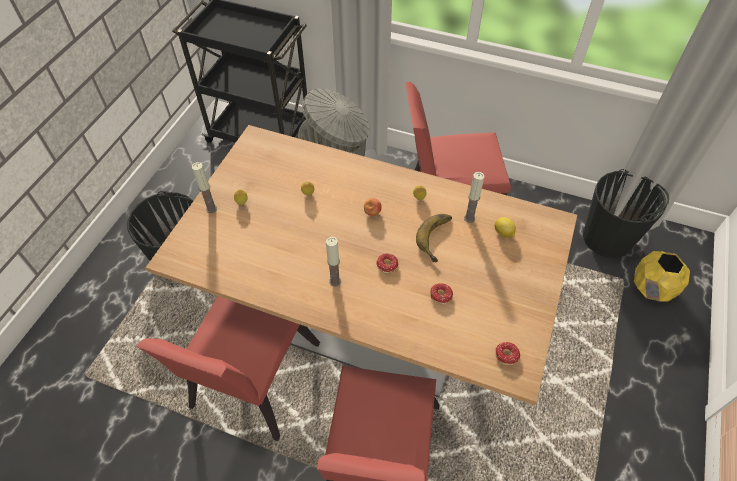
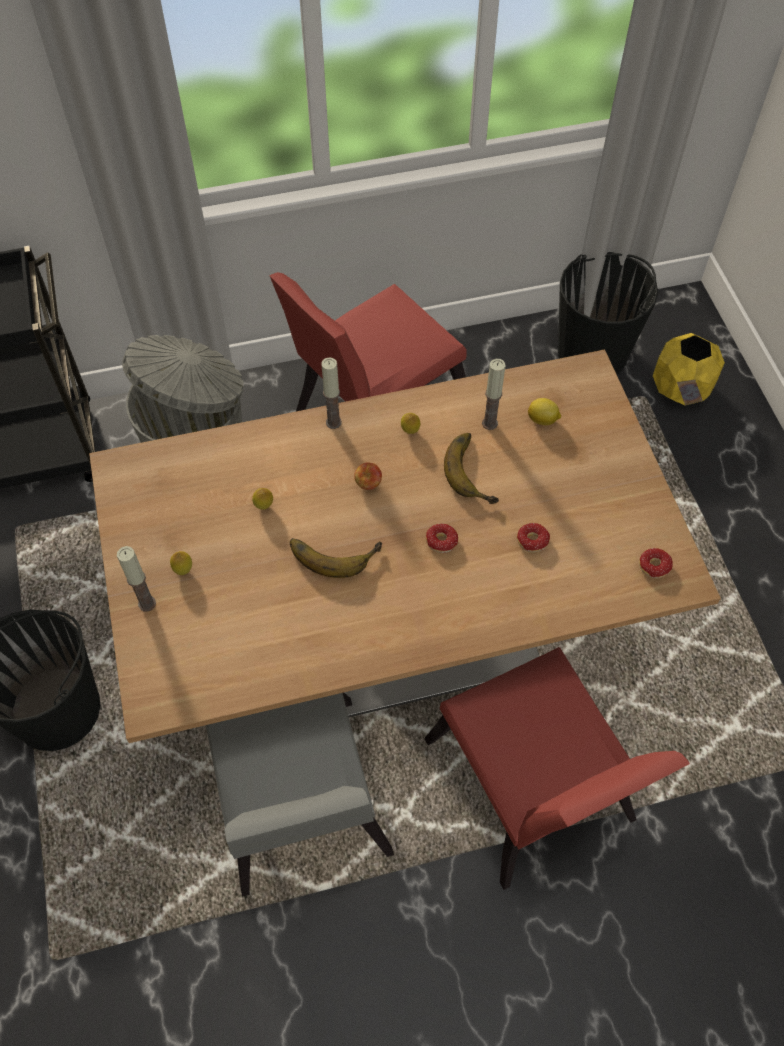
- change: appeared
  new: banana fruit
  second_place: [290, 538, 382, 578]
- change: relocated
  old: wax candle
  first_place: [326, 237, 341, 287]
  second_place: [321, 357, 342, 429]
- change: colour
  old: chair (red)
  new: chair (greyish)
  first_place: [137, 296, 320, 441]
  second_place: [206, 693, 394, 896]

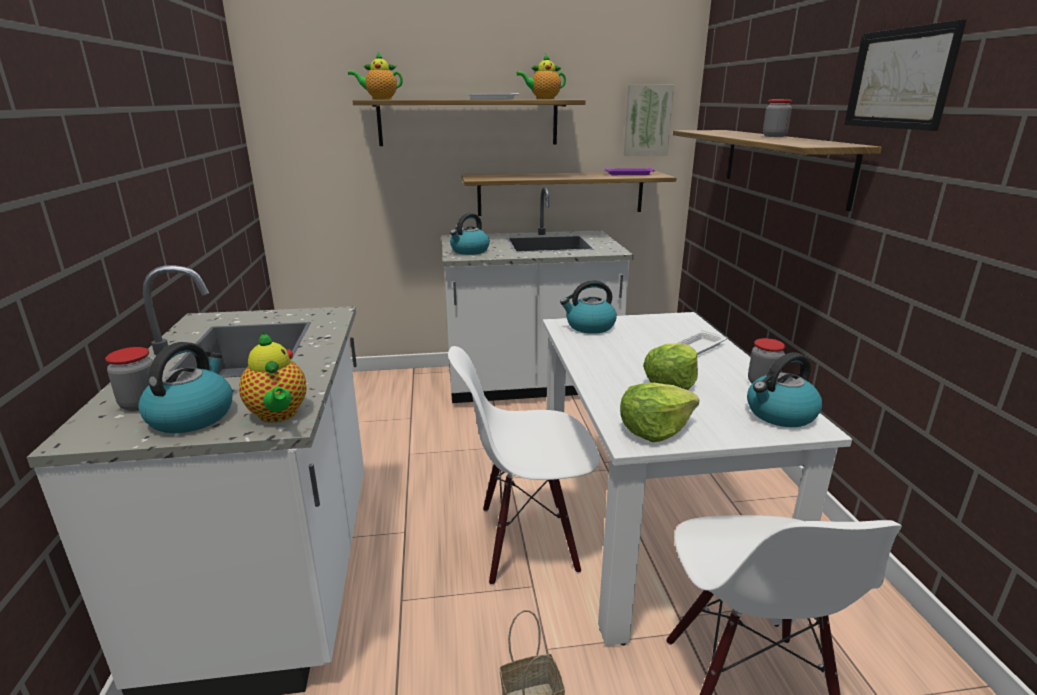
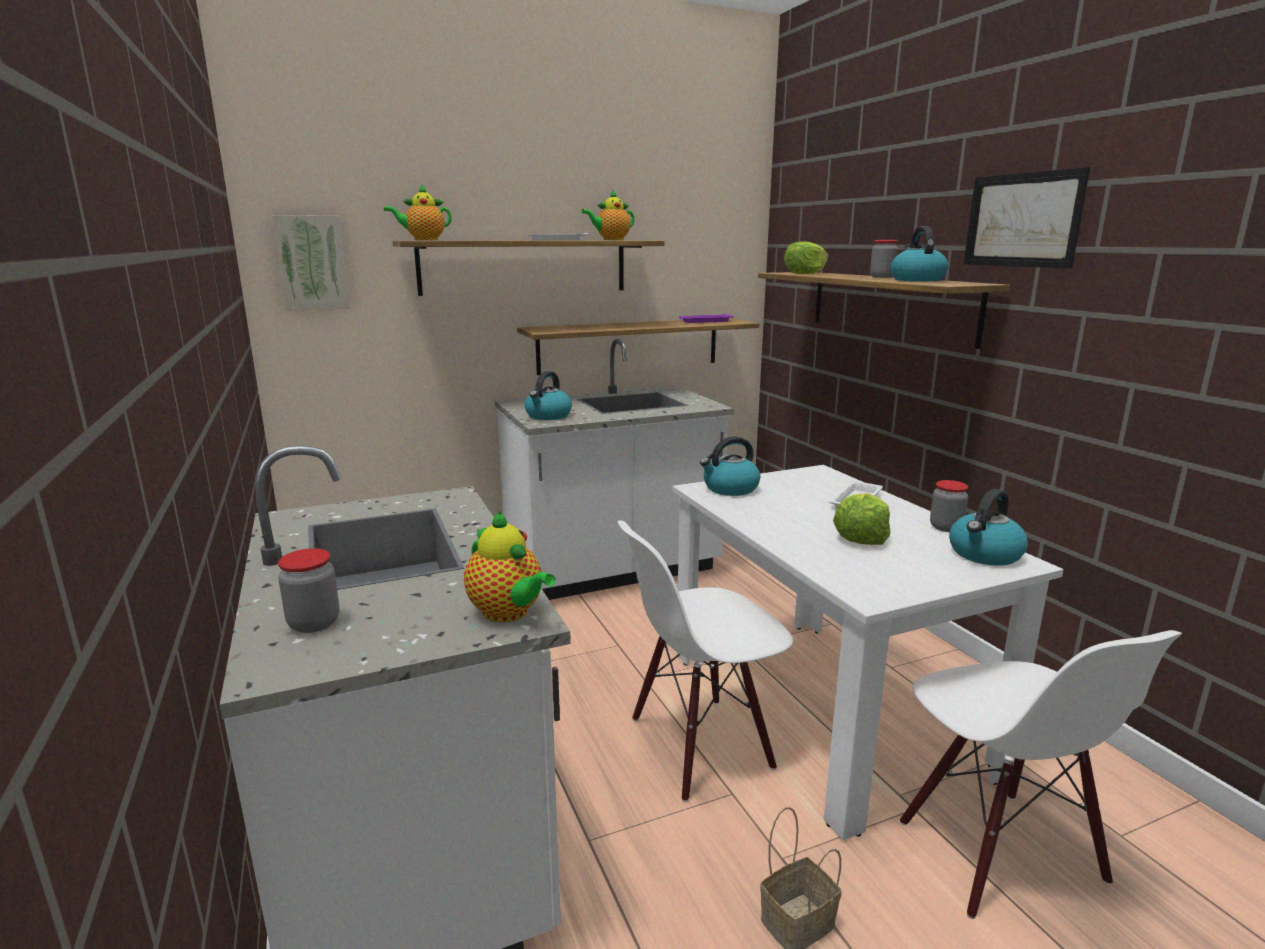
- change: relocated
  old: kettle
  first_place: [138, 342, 233, 433]
  second_place: [891, 226, 948, 281]
- change: relocated
  old: lettuce
  first_place: [620, 383, 699, 442]
  second_place: [784, 241, 828, 274]
- change: relocated
  old: picture
  first_place: [624, 85, 674, 156]
  second_place: [272, 215, 350, 311]

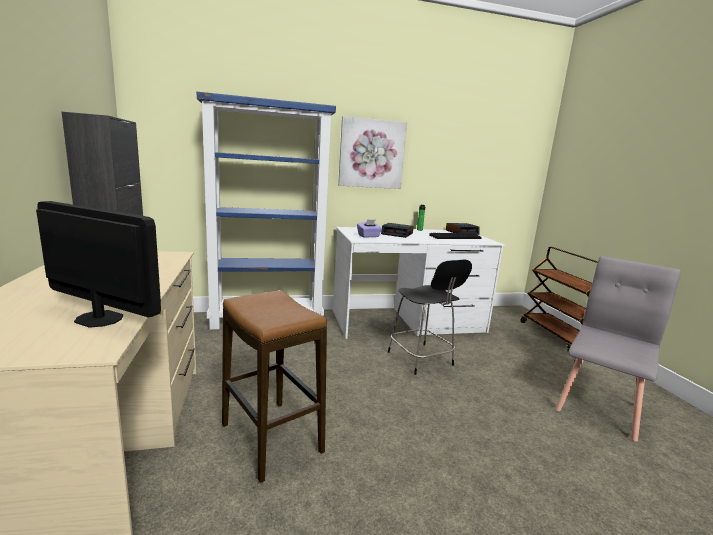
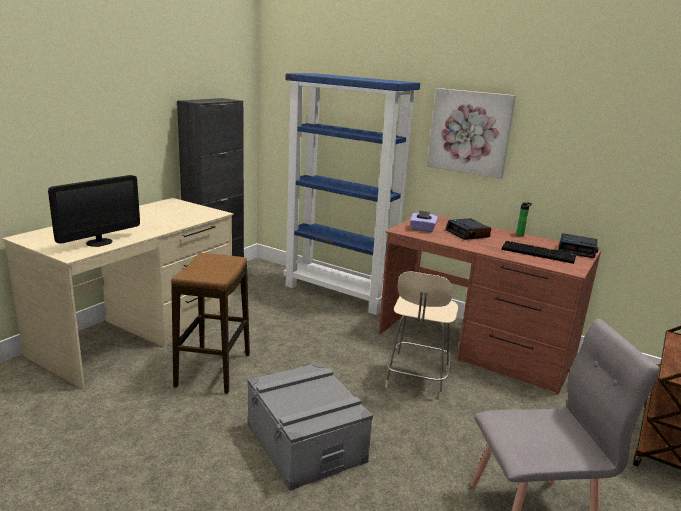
- change: appeared
  new: storage bin (greyish)
  second_place: [248, 362, 373, 491]
- change: colour
  old: desk unit (whitish)
  new: desk unit (brownish)
  first_place: [333, 227, 505, 339]
  second_place: [379, 215, 601, 394]
- change: colour
  old: chair (black)
  new: chair (sand-coloured)
  first_place: [388, 260, 472, 375]
  second_place: [385, 272, 458, 399]
- change: spun
  old: computer display
  first_place: [36, 201, 161, 328]
  second_place: [48, 175, 140, 247]
  degrees: 60

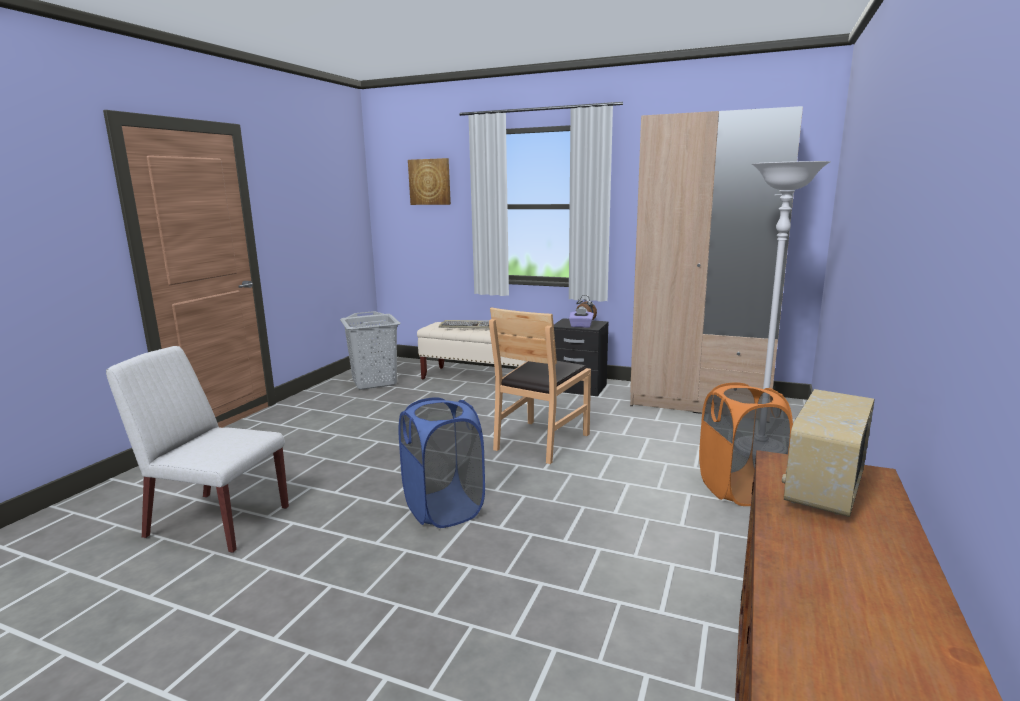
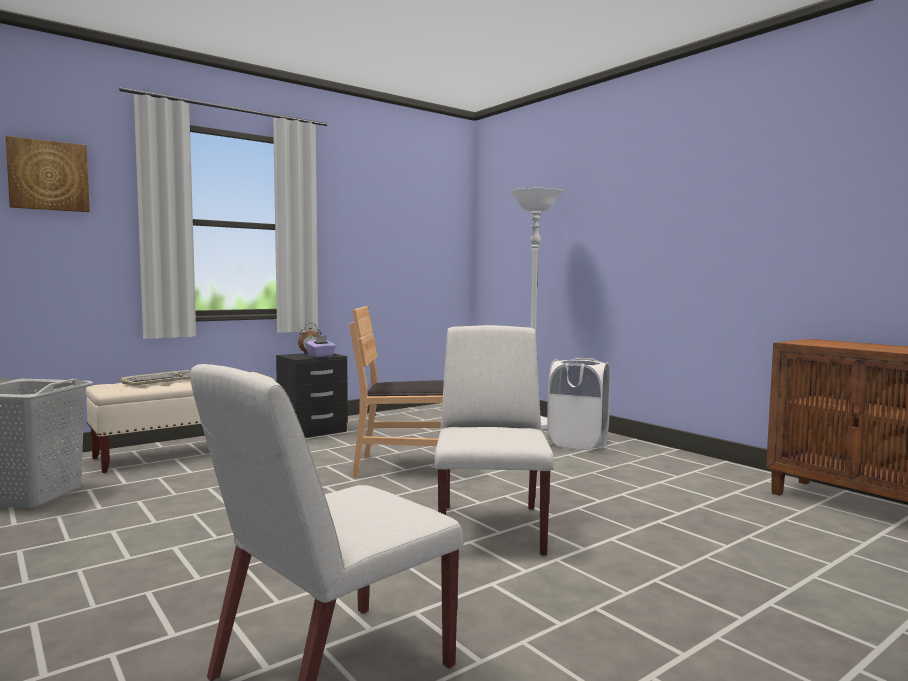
- change: missing
  old: armoire (sand-coloured)
  first_place: [630, 106, 803, 414]
- change: missing
  old: radio
  first_place: [782, 389, 874, 517]
- change: exchanged
  old: washing basket (blue)
  new: chair (whitish)
  first_place: [398, 397, 485, 528]
  second_place: [435, 325, 554, 556]
- change: colour
  old: washing basket (orangey)
  new: washing basket (whitish)
  first_place: [699, 382, 793, 506]
  second_place: [547, 358, 610, 450]
- change: spun
  old: chair (brownish)
  first_place: [489, 307, 591, 464]
  second_place: [350, 306, 444, 478]
  degrees: 120

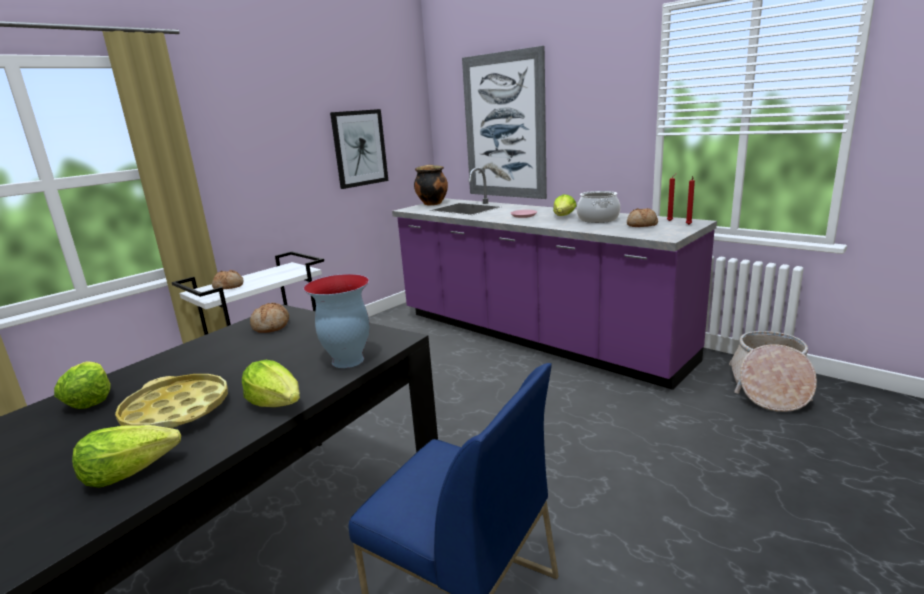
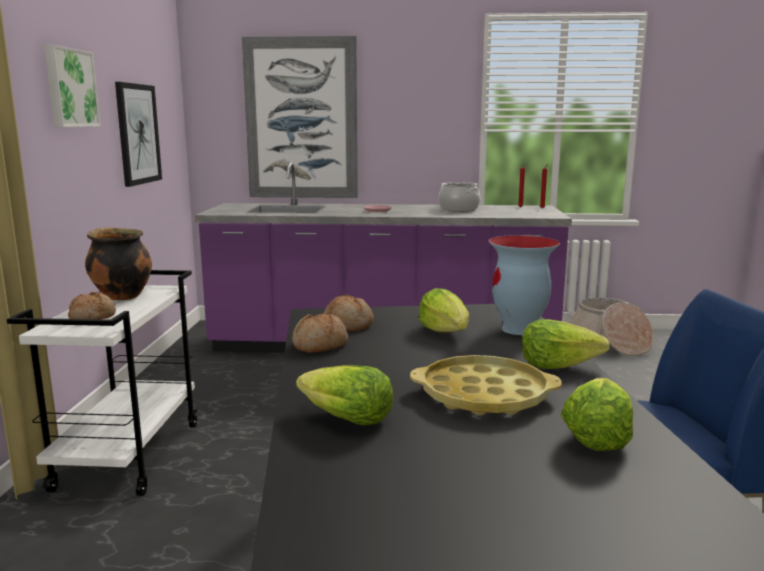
- change: appeared
  new: picture
  second_place: [44, 45, 101, 127]
- change: relocated
  old: stockpot
  first_place: [414, 165, 448, 206]
  second_place: [85, 227, 152, 301]
- change: relocated
  old: lettuce
  first_place: [553, 194, 577, 216]
  second_place: [419, 288, 469, 332]
- change: relocated
  old: bread
  first_place: [627, 208, 658, 227]
  second_place: [292, 313, 348, 353]

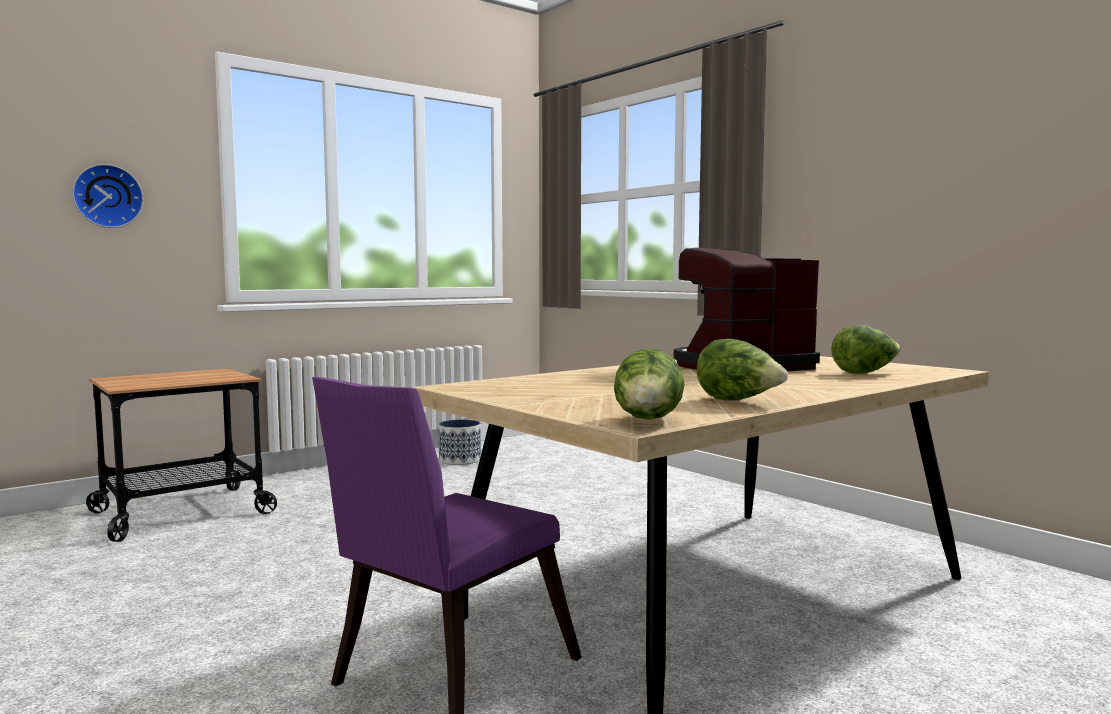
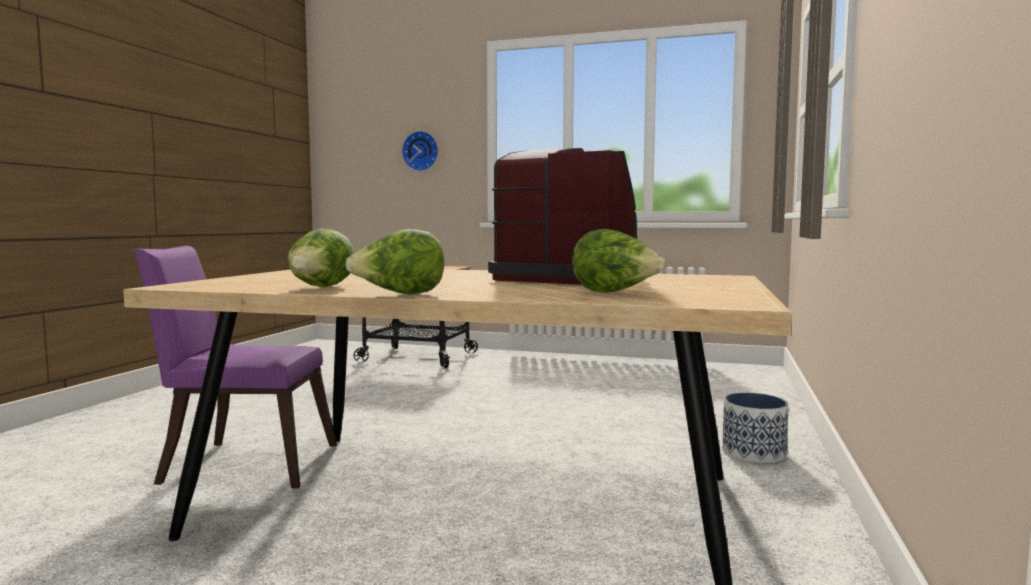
- change: relocated
  old: plant pot
  first_place: [438, 419, 481, 465]
  second_place: [722, 393, 789, 463]
- change: relocated
  old: lettuce
  first_place: [614, 348, 685, 420]
  second_place: [345, 229, 445, 295]

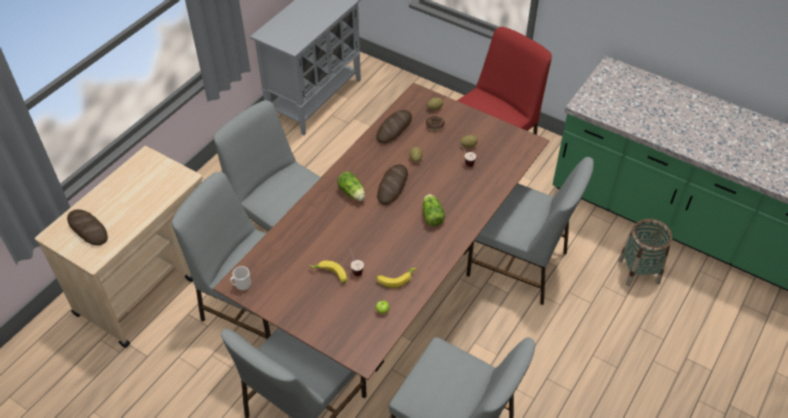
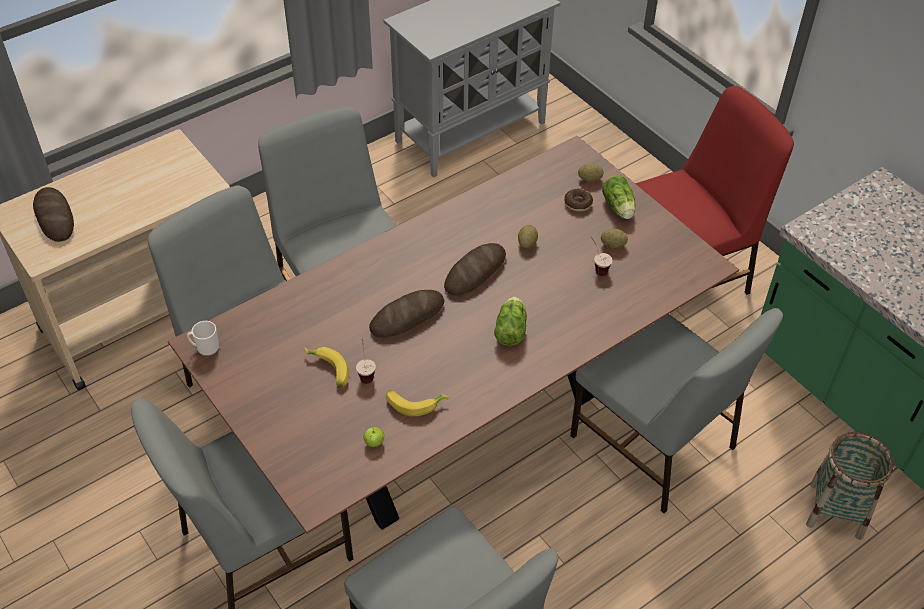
- change: relocated
  old: lettuce
  first_place: [338, 172, 365, 201]
  second_place: [602, 175, 636, 219]
- change: relocated
  old: bread
  first_place: [376, 110, 412, 143]
  second_place: [369, 290, 445, 338]

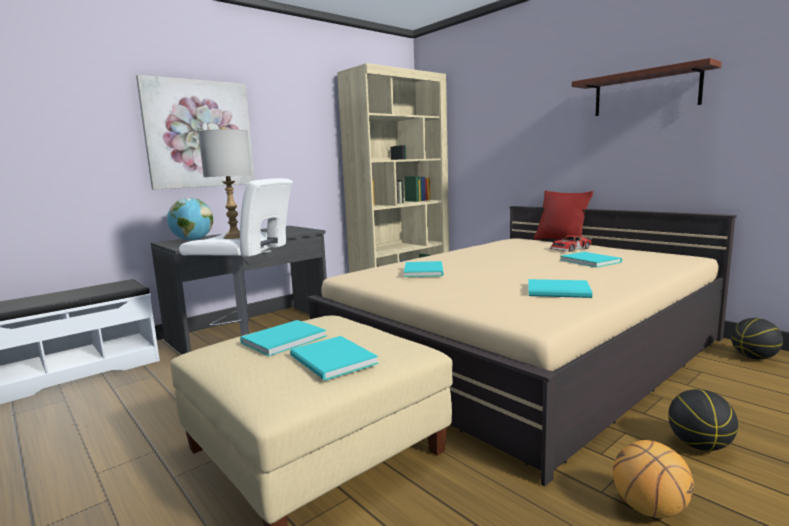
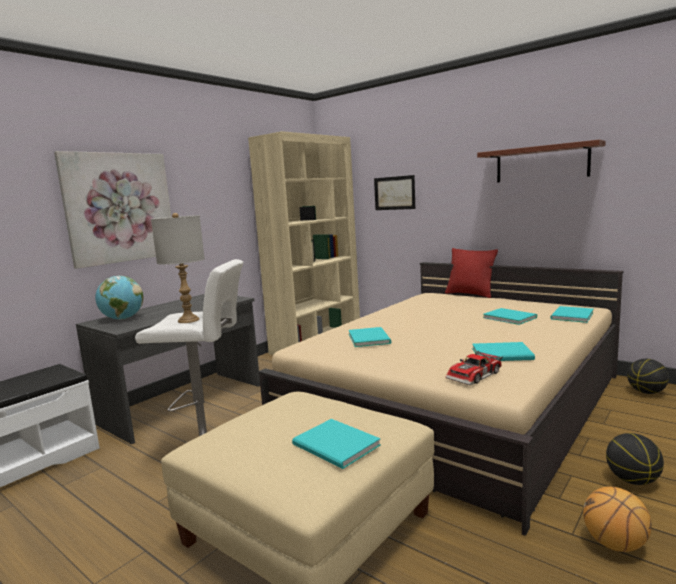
- change: appeared
  new: picture
  second_place: [374, 175, 415, 210]
- change: relocated
  old: bound book (blue-green)
  first_place: [240, 320, 327, 356]
  second_place: [550, 306, 594, 323]
- change: relocated
  old: toy car
  first_place: [550, 235, 593, 252]
  second_place: [445, 351, 503, 386]

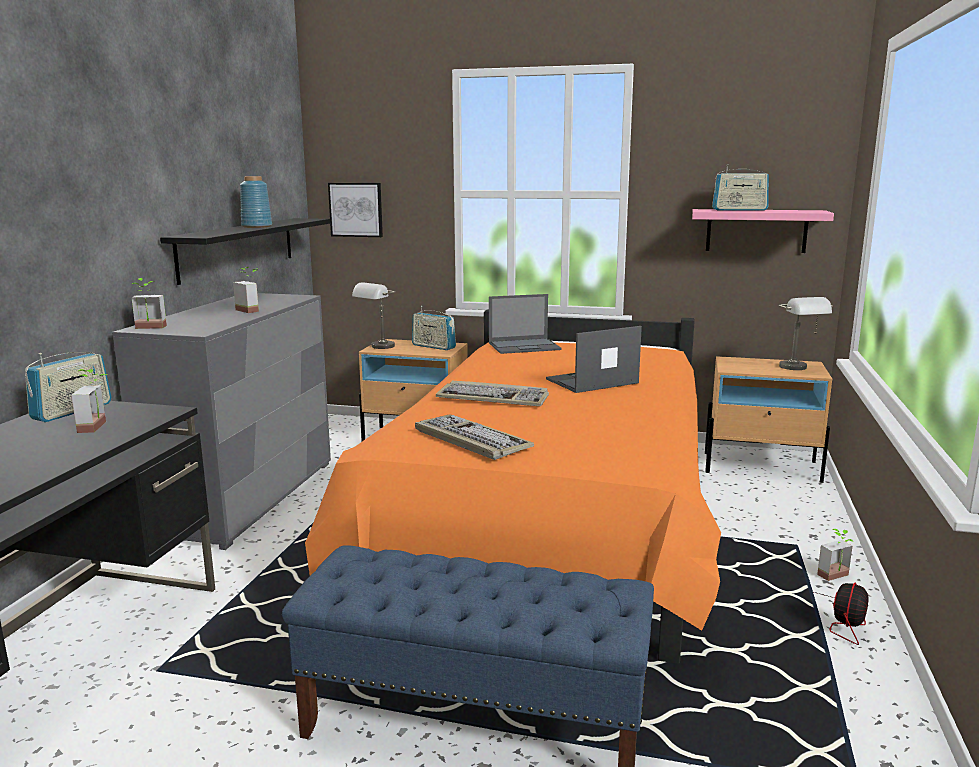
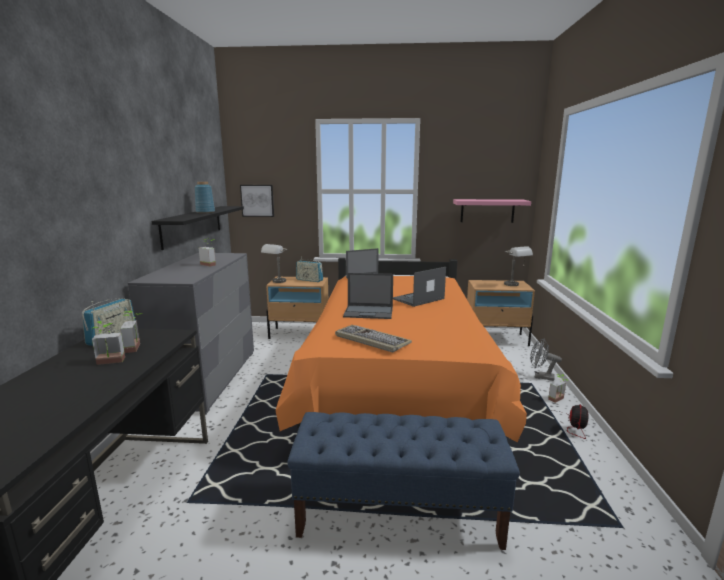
- change: missing
  old: radio
  first_place: [712, 164, 769, 210]
- change: appeared
  new: electric fan (greyish)
  second_place: [530, 338, 562, 381]
- change: relocated
  old: houseplant
  first_place: [132, 278, 167, 329]
  second_place: [92, 321, 125, 365]
- change: exchanged
  old: PC keyboard
  new: portable computer
  first_place: [436, 381, 549, 406]
  second_place: [343, 273, 393, 319]

